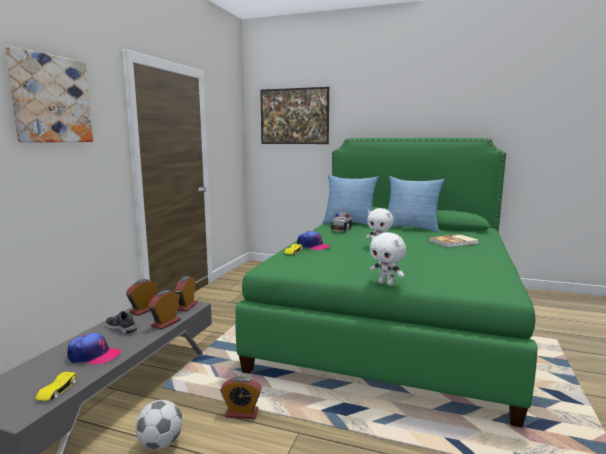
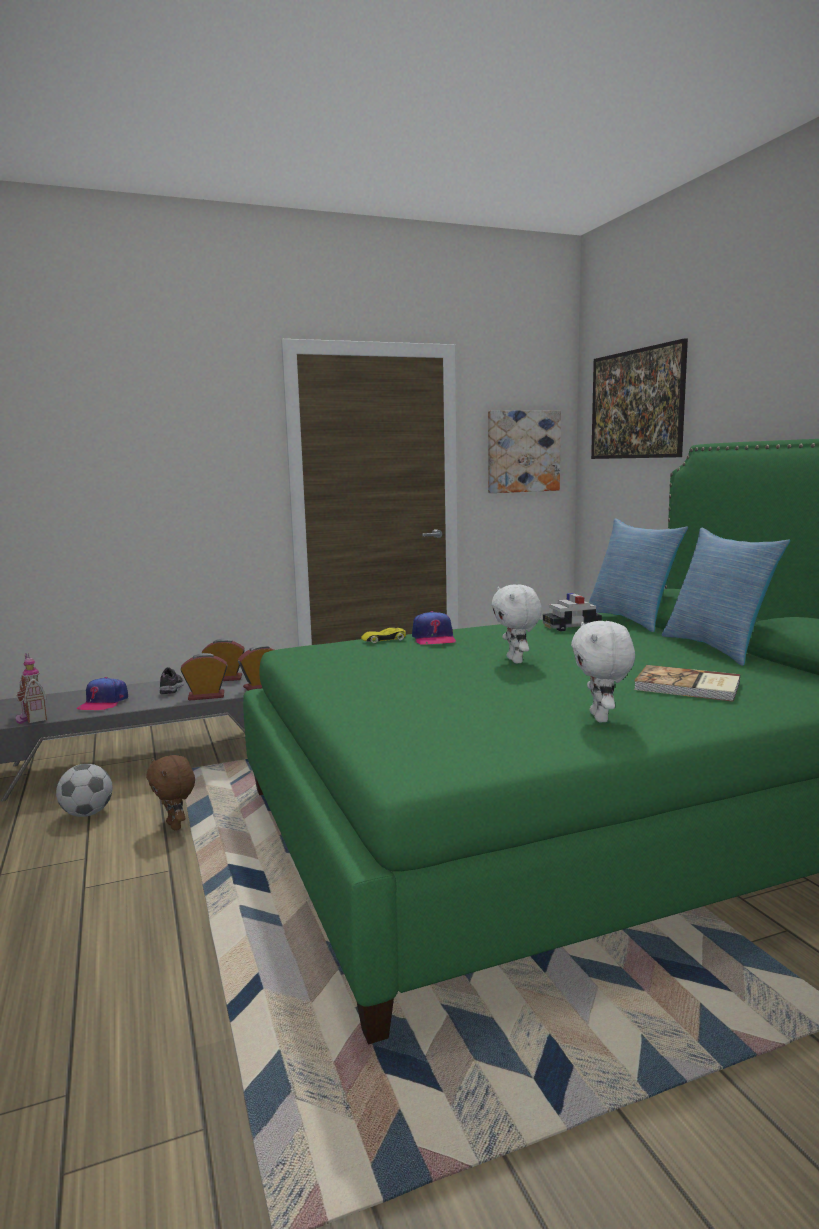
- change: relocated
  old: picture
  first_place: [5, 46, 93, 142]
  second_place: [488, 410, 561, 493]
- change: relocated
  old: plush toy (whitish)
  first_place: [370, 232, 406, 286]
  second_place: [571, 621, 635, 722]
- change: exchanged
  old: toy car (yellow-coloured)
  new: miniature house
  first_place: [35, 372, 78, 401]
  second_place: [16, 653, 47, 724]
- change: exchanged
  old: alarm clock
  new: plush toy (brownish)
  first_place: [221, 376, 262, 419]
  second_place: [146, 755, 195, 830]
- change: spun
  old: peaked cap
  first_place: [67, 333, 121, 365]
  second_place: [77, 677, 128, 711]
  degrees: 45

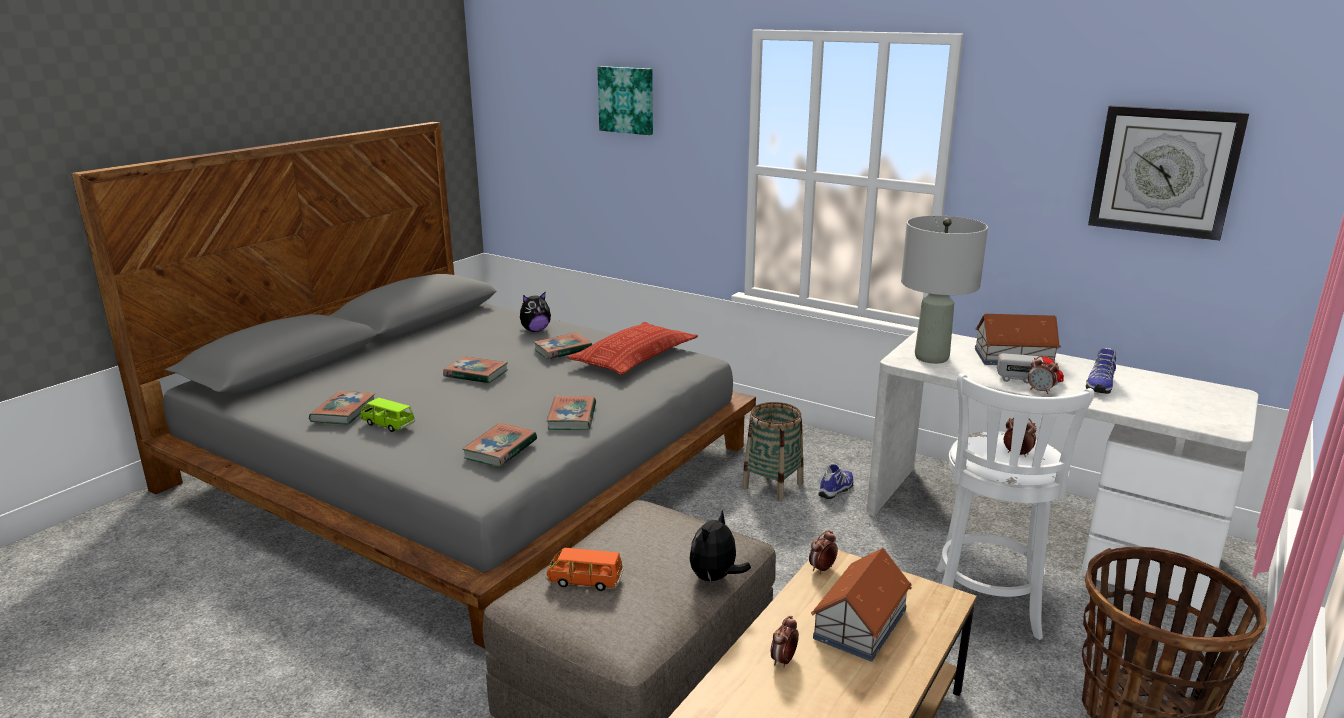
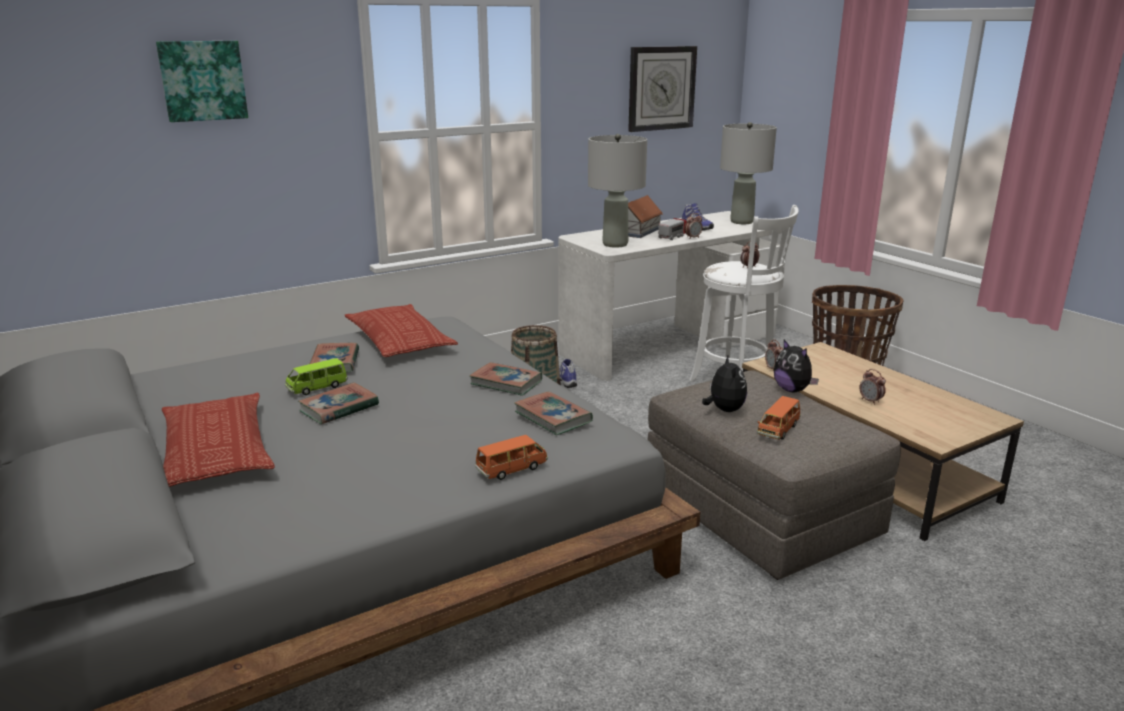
- change: missing
  old: bound book
  first_place: [309, 391, 375, 425]
- change: missing
  old: miniature house
  first_place: [811, 548, 912, 662]
- change: appeared
  new: throw pillow
  second_place: [162, 393, 275, 487]
- change: appeared
  new: toy car (orangey)
  second_place: [475, 435, 548, 480]
- change: appeared
  new: tabletop lamp (greyish)
  second_place: [720, 122, 777, 224]
- change: relocated
  old: toy car (green)
  first_place: [360, 398, 415, 432]
  second_place: [285, 358, 348, 395]
- change: relocated
  old: plush toy
  first_place: [520, 292, 551, 332]
  second_place: [702, 356, 747, 412]

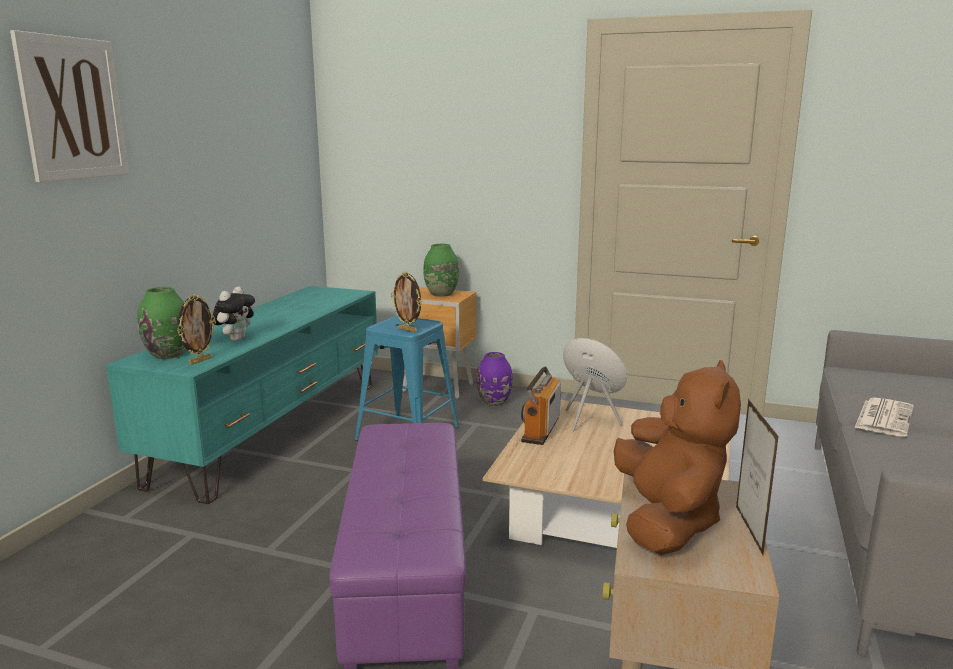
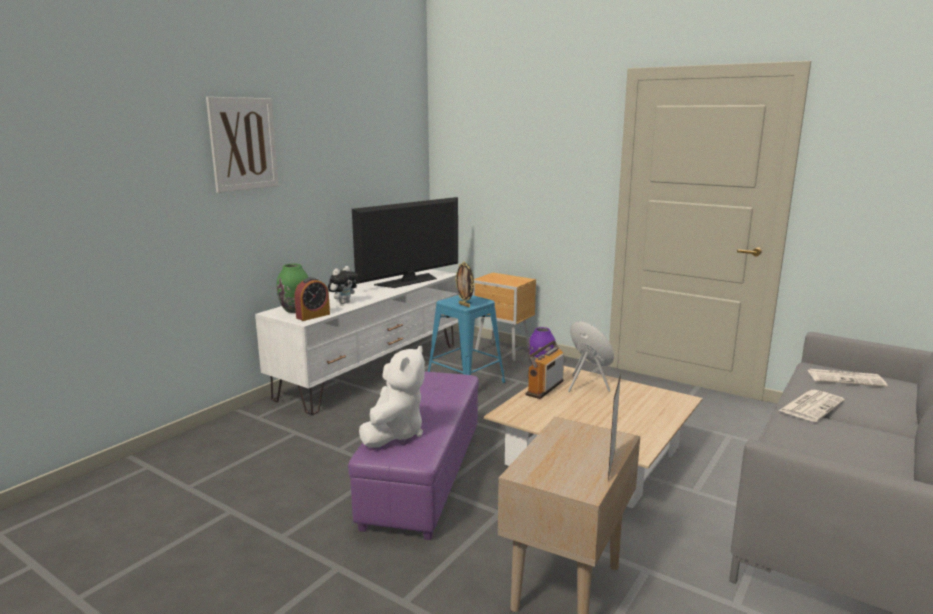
- change: missing
  old: vase (green)
  first_place: [423, 244, 459, 297]
- change: missing
  old: plush toy (brownish)
  first_place: [614, 360, 741, 555]
- change: appeared
  new: TV
  second_place: [352, 197, 458, 288]
- change: appeared
  new: plush toy (whitish)
  second_place: [359, 346, 425, 448]
- change: appeared
  new: printed paper
  second_place: [808, 369, 887, 387]
- change: exchanged
  old: picture frame
  new: alarm clock
  first_place: [177, 294, 216, 365]
  second_place: [295, 277, 330, 321]
- change: colour
  old: tv unit (blue-green)
  new: tv unit (whitish)
  first_place: [106, 286, 378, 504]
  second_place: [255, 269, 459, 415]

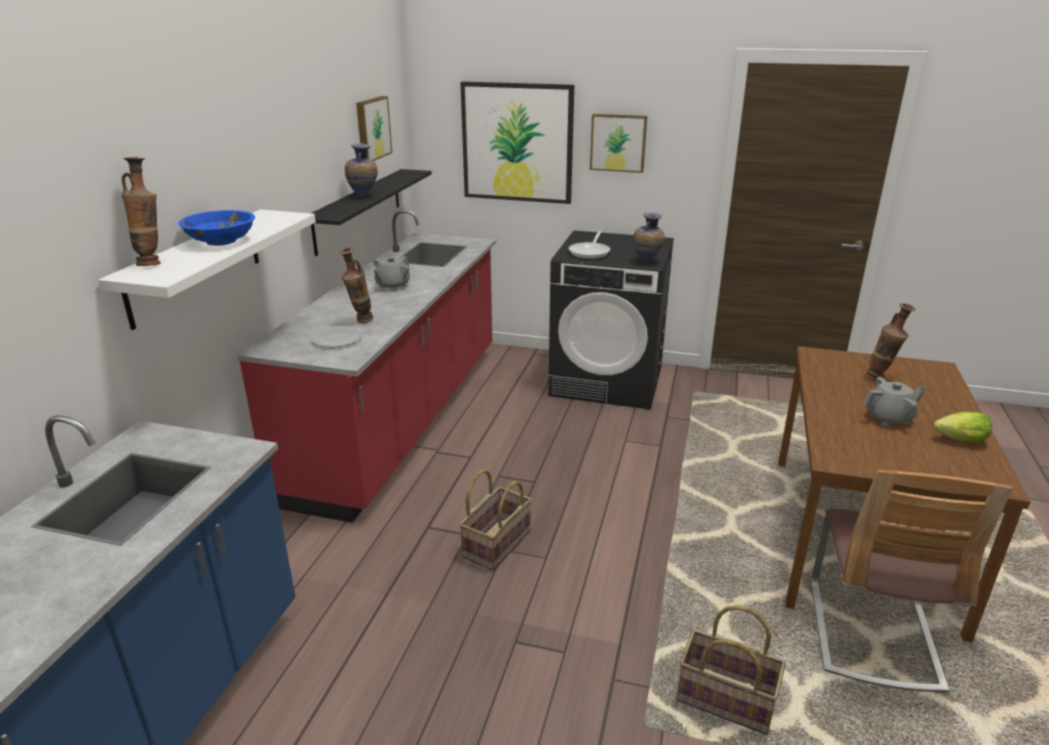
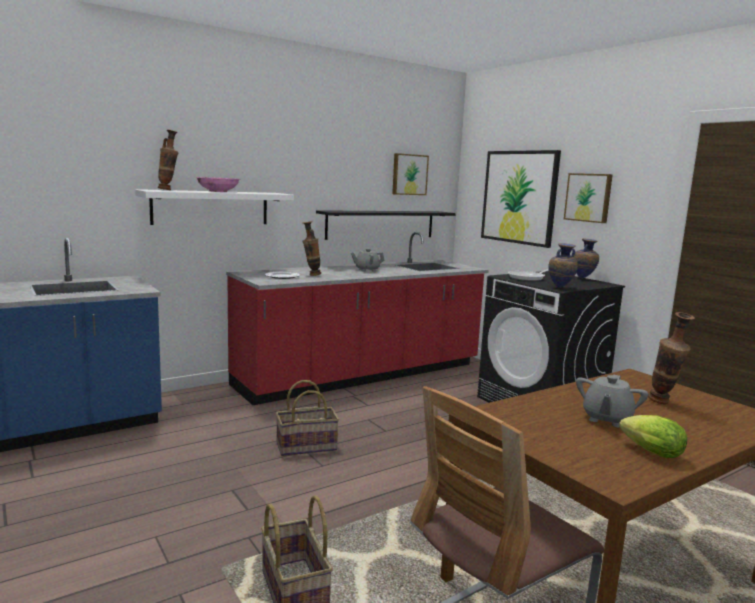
- change: relocated
  old: vase
  first_place: [345, 143, 378, 197]
  second_place: [574, 238, 599, 279]
- change: colour
  old: deep dish (blue)
  new: deep dish (pink)
  first_place: [178, 210, 255, 246]
  second_place: [196, 177, 240, 192]
- change: spun
  old: tea pot (greyish)
  first_place: [863, 377, 926, 426]
  second_place: [576, 374, 648, 428]
  degrees: 90

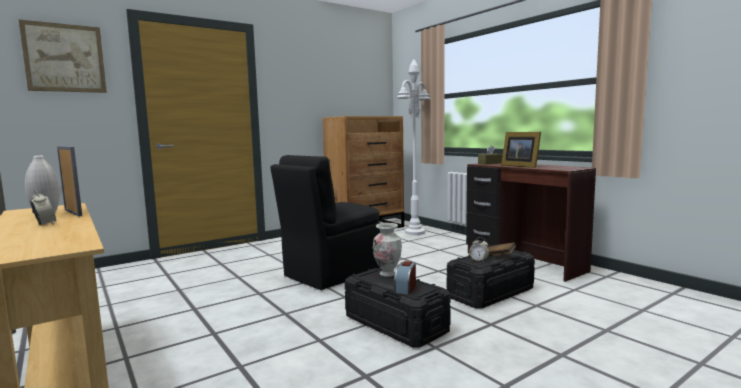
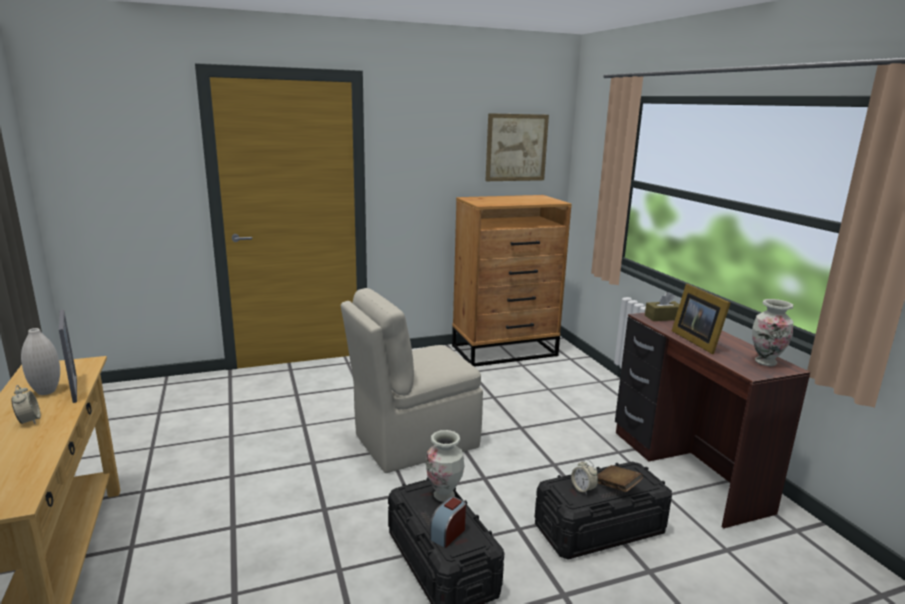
- change: missing
  old: standing lamp (whitish)
  first_place: [397, 59, 431, 235]
- change: appeared
  new: vase
  second_place: [752, 299, 793, 366]
- change: relocated
  old: picture
  first_place: [19, 20, 107, 93]
  second_place: [485, 113, 549, 181]
- change: colour
  old: chair (black)
  new: chair (sand-coloured)
  first_place: [270, 155, 380, 290]
  second_place: [341, 288, 483, 473]

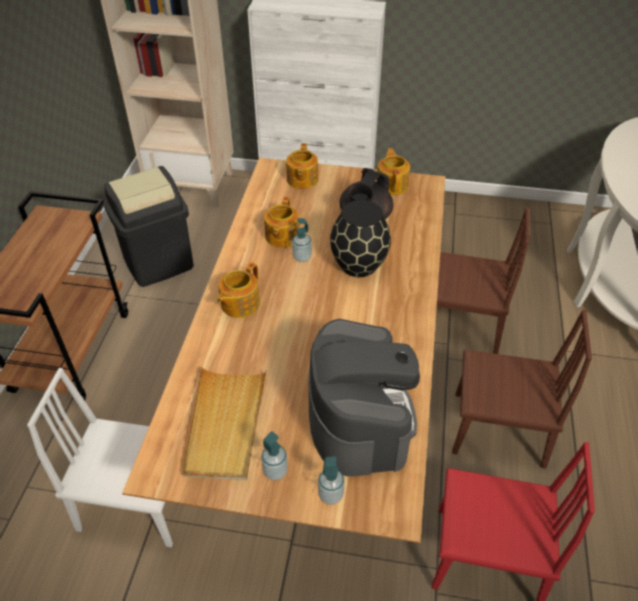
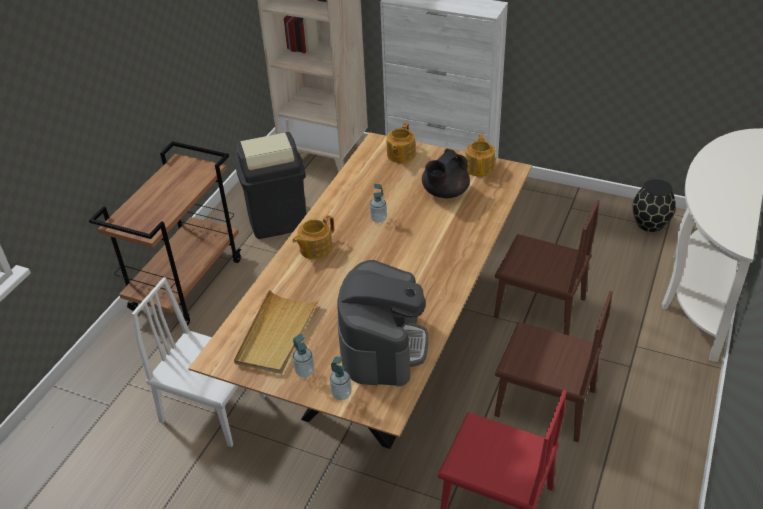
- change: missing
  old: tea pot
  first_place: [264, 197, 300, 248]
- change: relocated
  old: vase (black)
  first_place: [330, 200, 391, 277]
  second_place: [633, 179, 676, 232]

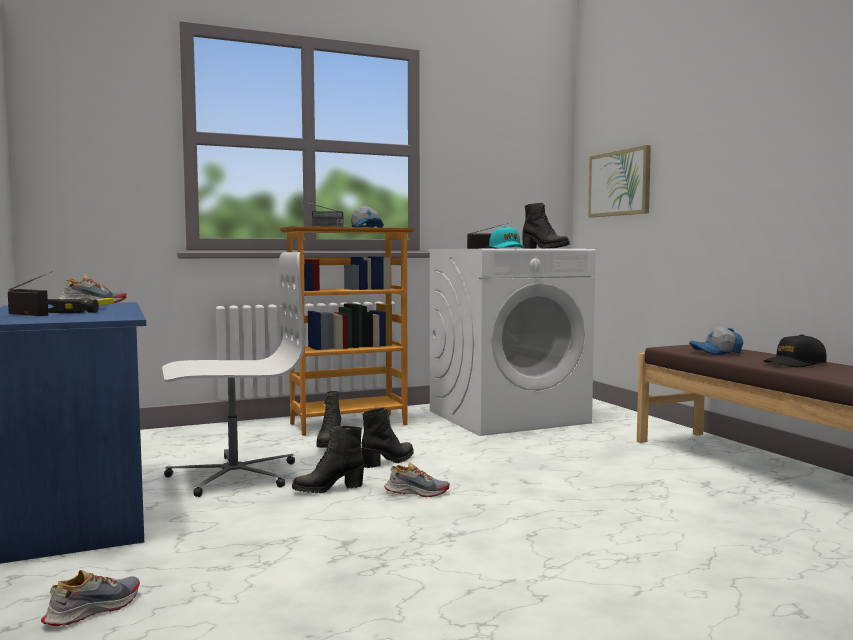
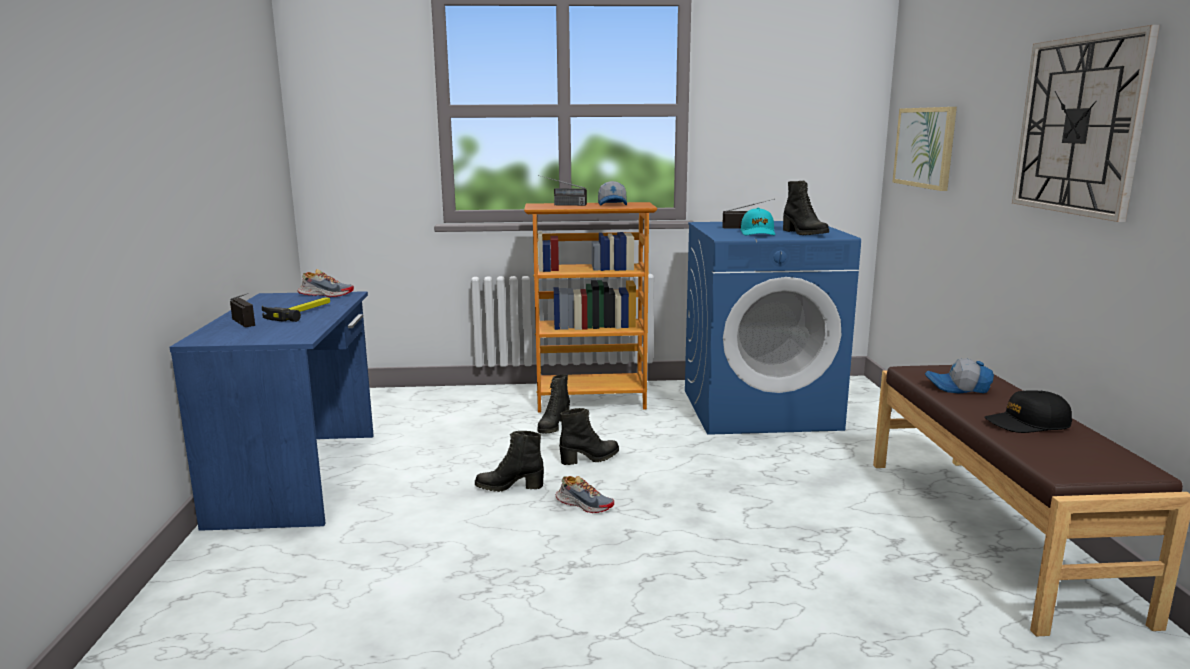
- change: missing
  old: low shoe
  first_place: [41, 570, 140, 626]
- change: missing
  old: computer chair (whitish)
  first_place: [162, 252, 305, 497]
- change: appeared
  new: clock on the wall
  second_place: [1012, 25, 1160, 222]
- change: colour
  old: laundry machine (whitish)
  new: laundry machine (blue)
  first_place: [428, 249, 596, 436]
  second_place: [685, 221, 861, 435]

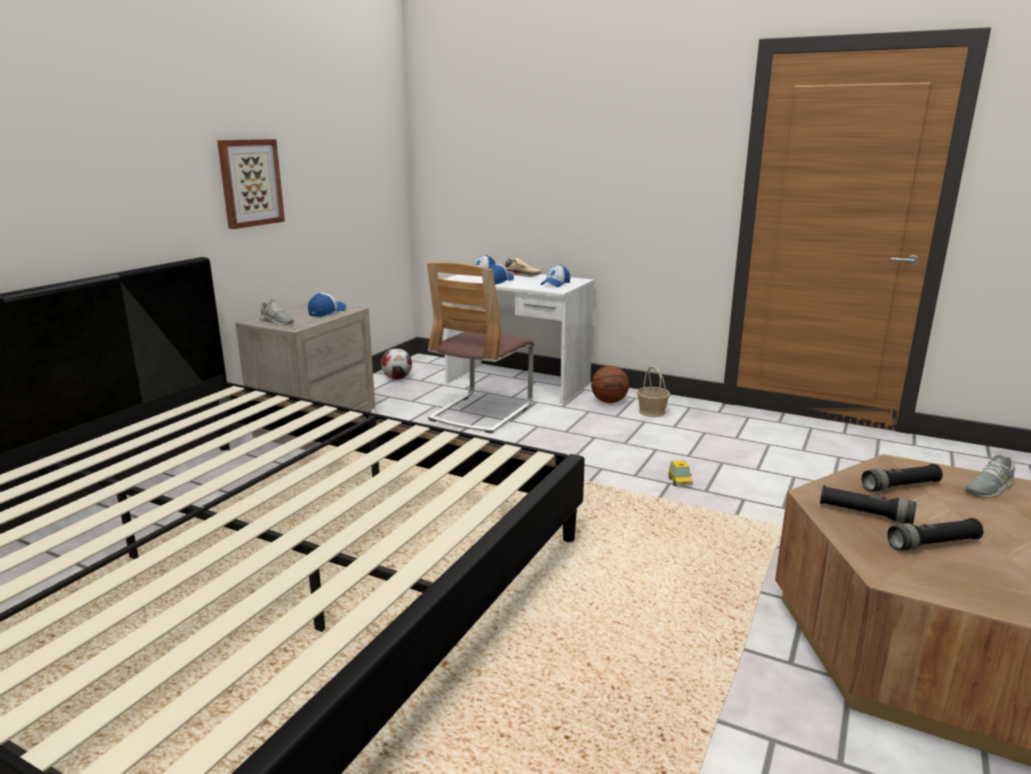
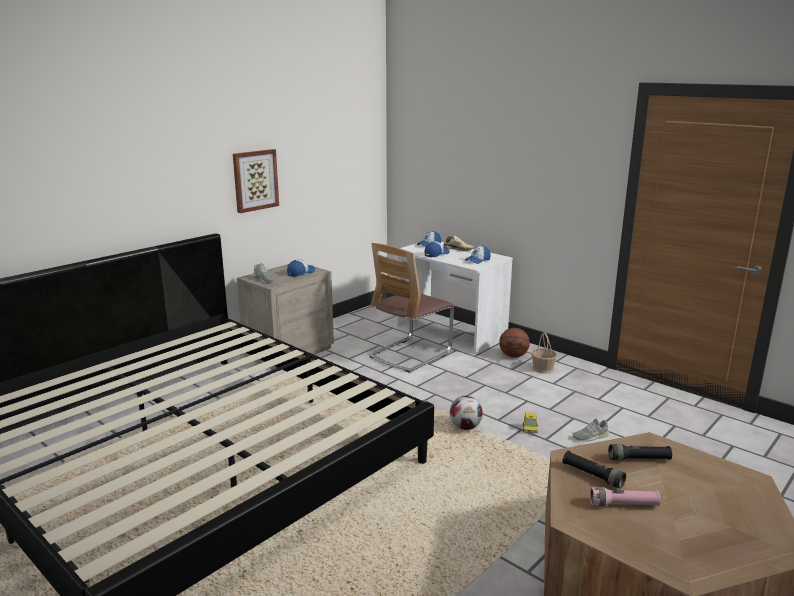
- change: relocated
  old: ball for football
  first_place: [381, 348, 412, 380]
  second_place: [450, 396, 483, 430]
- change: relocated
  old: low shoe (greyish)
  first_place: [965, 454, 1015, 498]
  second_place: [573, 419, 609, 442]
- change: colour
  old: hand torch (black)
  new: hand torch (pink)
  first_place: [887, 518, 983, 551]
  second_place: [590, 487, 660, 506]

